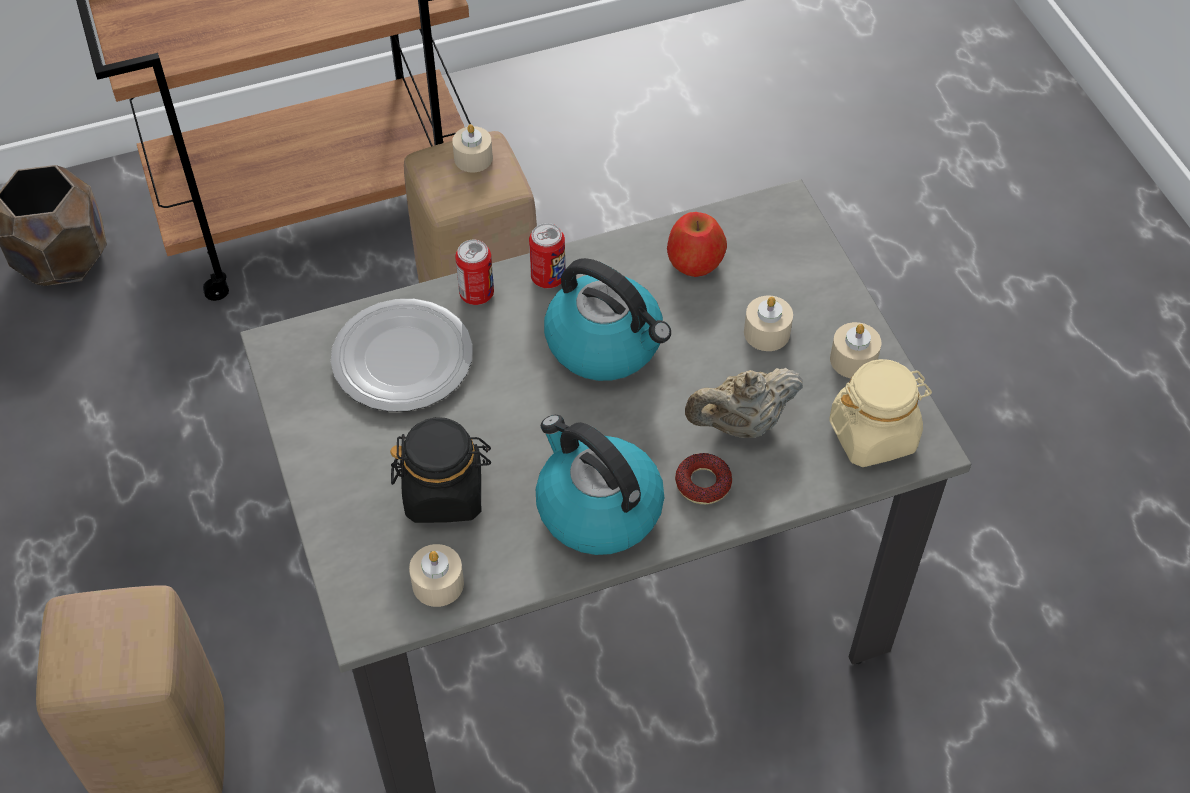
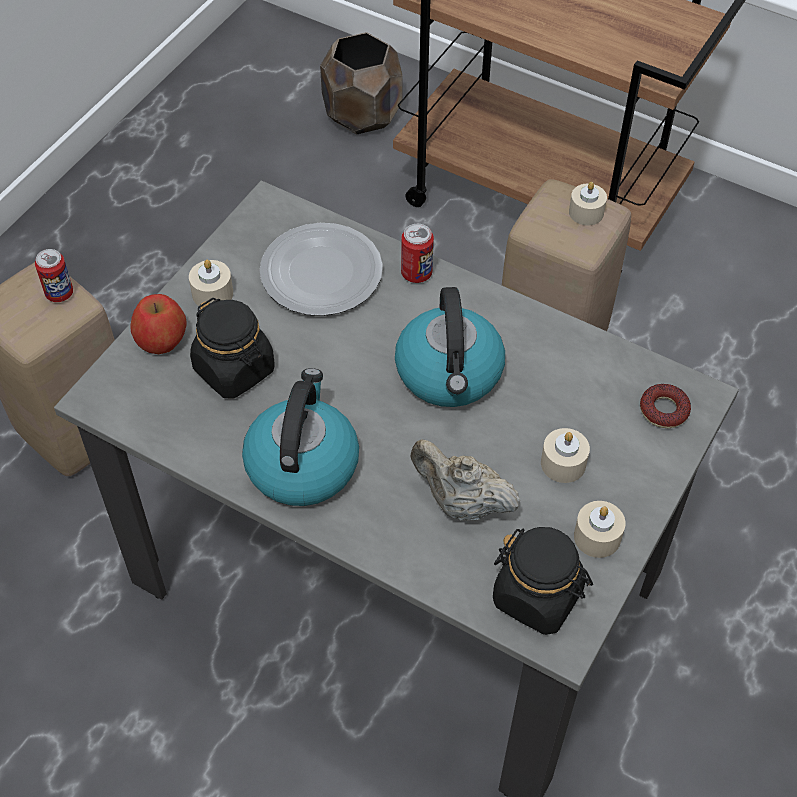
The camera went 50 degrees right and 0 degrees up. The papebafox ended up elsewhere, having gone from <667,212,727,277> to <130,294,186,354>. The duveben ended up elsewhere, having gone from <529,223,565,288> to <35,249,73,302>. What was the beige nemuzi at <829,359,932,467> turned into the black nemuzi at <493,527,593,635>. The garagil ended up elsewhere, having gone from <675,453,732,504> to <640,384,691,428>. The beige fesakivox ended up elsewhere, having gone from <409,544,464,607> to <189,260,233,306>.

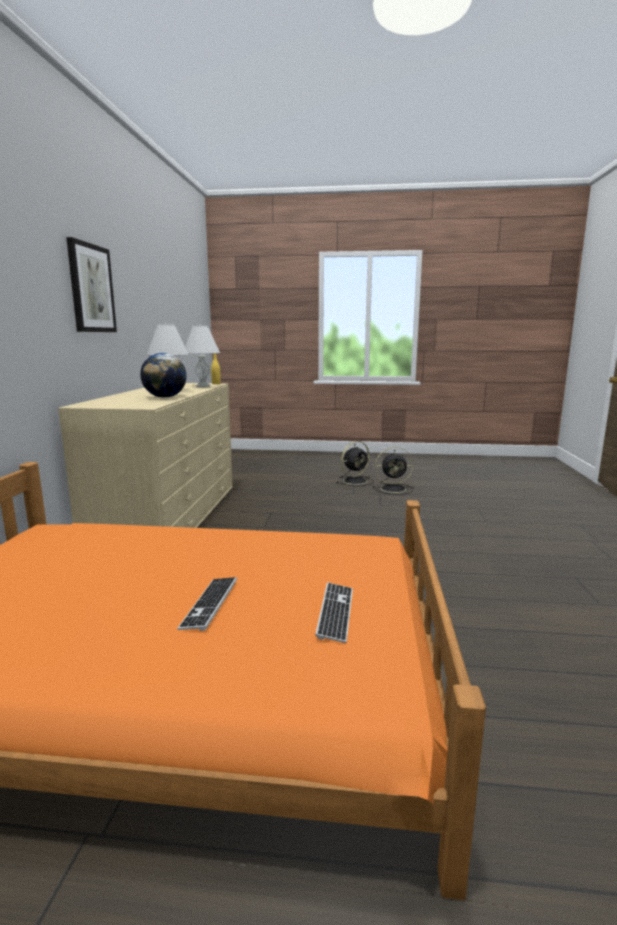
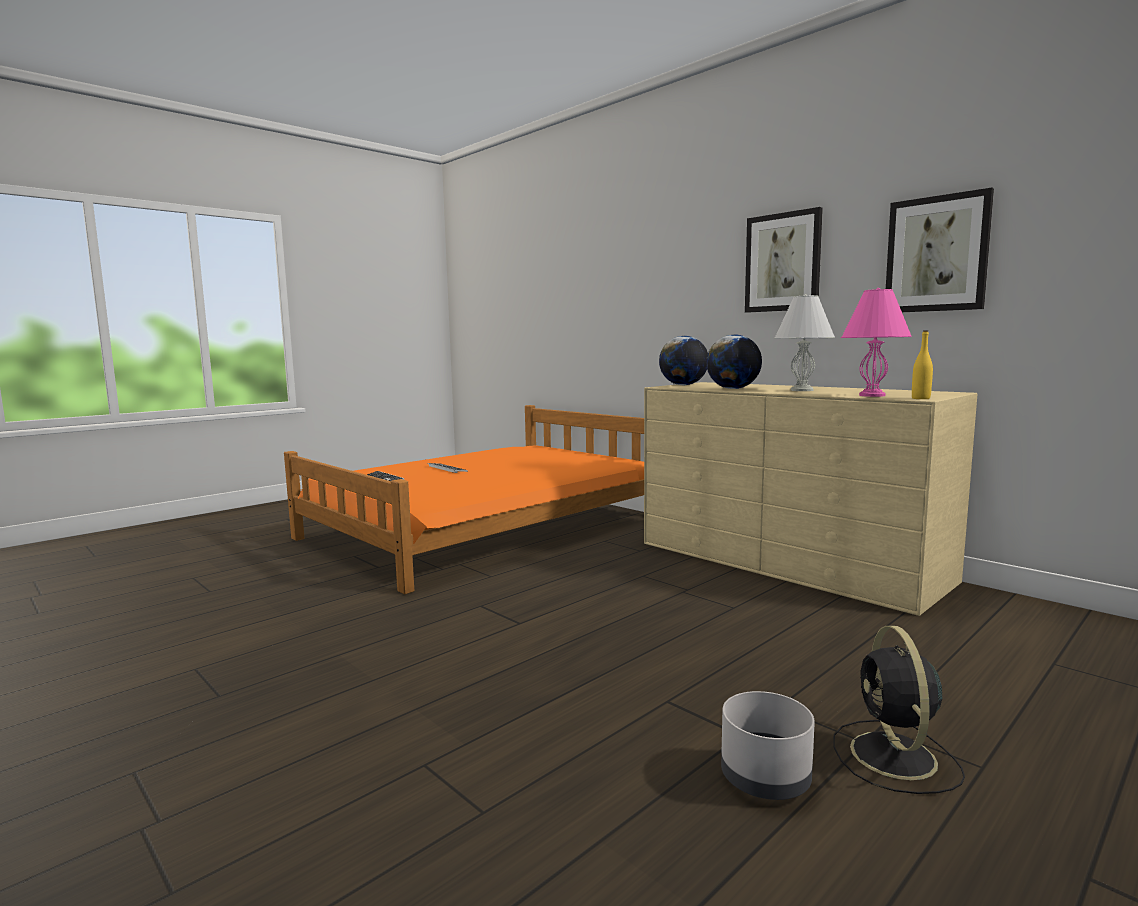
The camera went 130 degrees right and 5 degrees down. What was the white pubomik at <185,324,220,387> turned into the pink pubomik at <841,288,912,397>. Where the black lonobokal stood at <373,447,414,495>, the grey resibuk came to stand at <721,691,815,800>. The second view gained the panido at <886,188,994,312>. The second view gained the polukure at <659,336,708,385>.

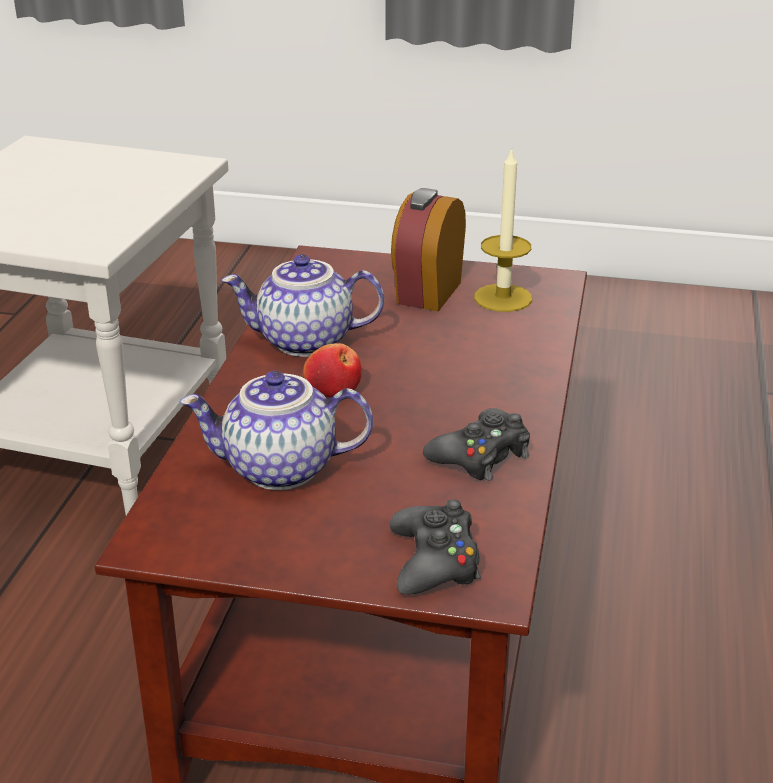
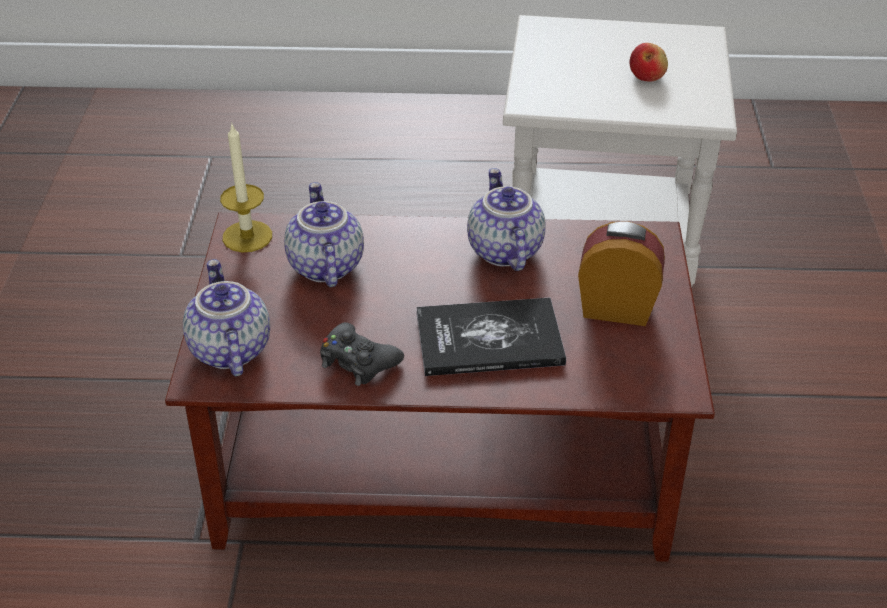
The camera went 80 degrees right and 10 degrees up. The fesakivox ended up elsewhere, having gone from <474,147,532,312> to <220,122,272,253>. The papebafox ended up elsewhere, having gone from <303,343,362,397> to <630,43,668,82>. Where the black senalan stood at <390,499,481,595>, the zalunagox came to stand at <183,259,270,376>. The second view gained the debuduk at <416,298,566,376>.

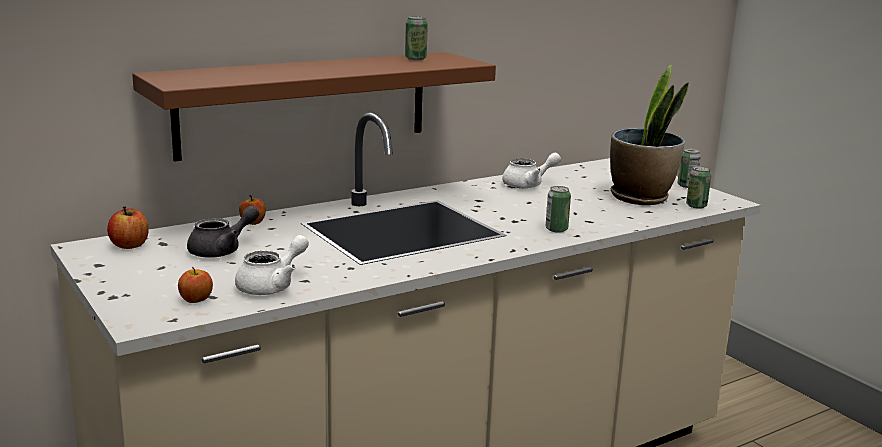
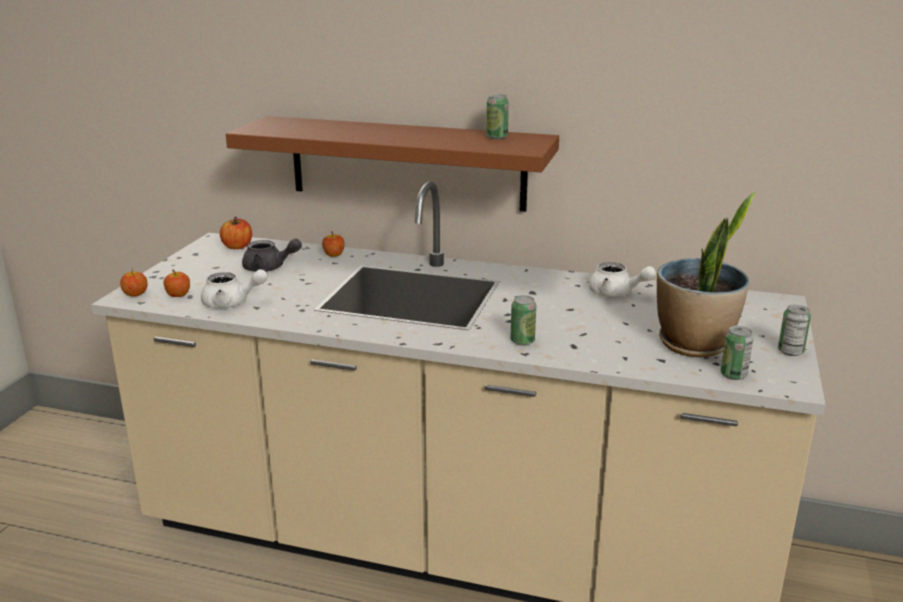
The camera went 50 degrees right and 5 degrees up. The second view gained the papebafox at <120,268,148,297>.

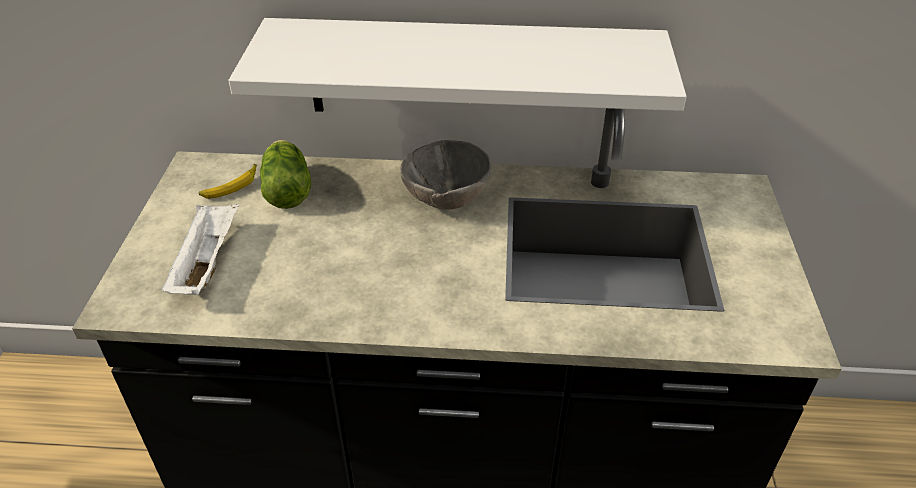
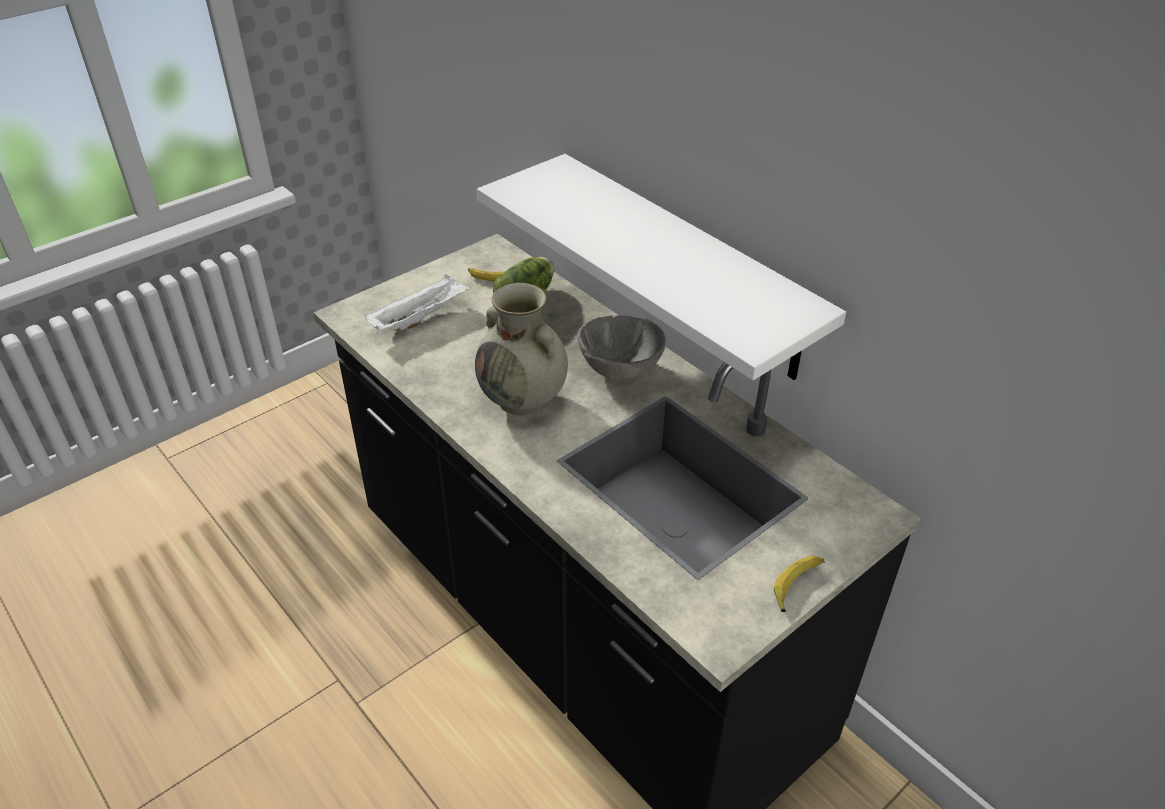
The camera went 45 degrees right and 0 degrees up. The second view gained the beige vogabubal at <475,283,568,415>. The second view gained the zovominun at <773,555,825,612>.

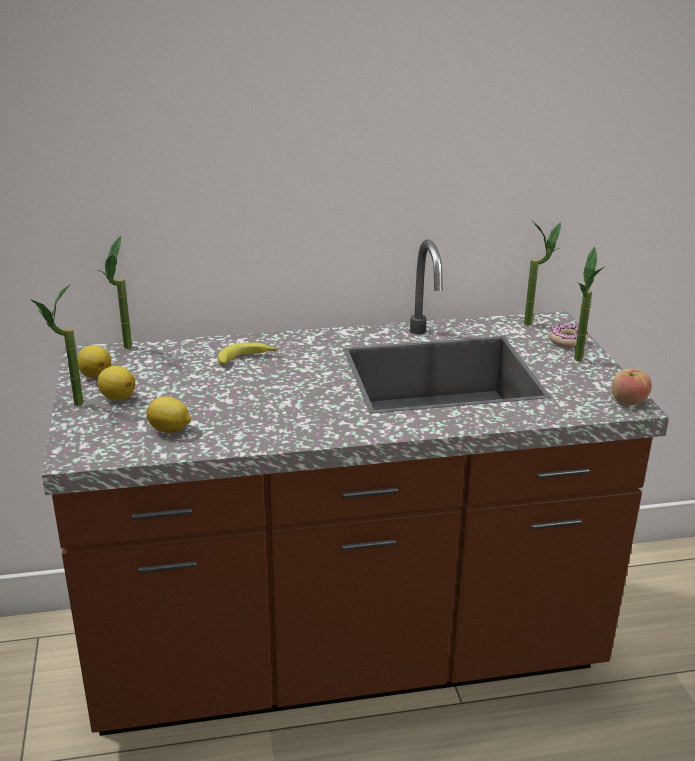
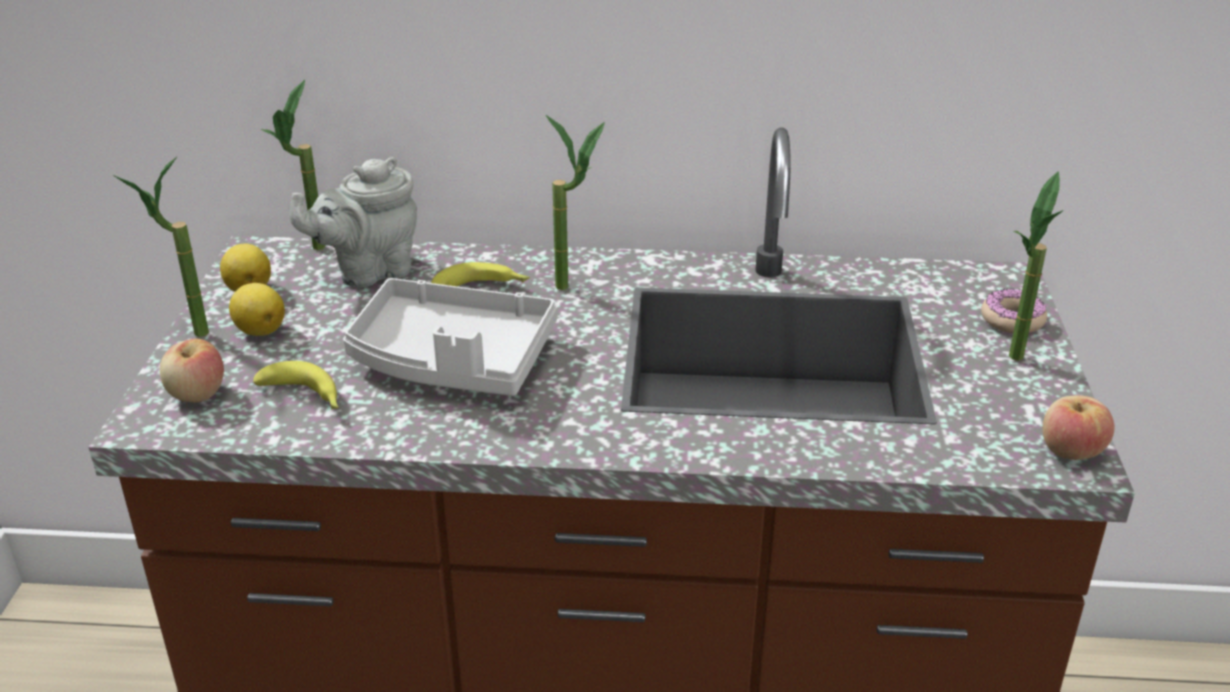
The camera went 15 degrees right and 5 degrees up. The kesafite ended up elsewhere, having gone from <524,222,561,326> to <546,115,605,290>. Where the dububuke stood at <147,396,191,433>, the zovominun came to stand at <253,361,339,410>. The second view gained the grey zalunagox at <290,157,417,287>. The second view gained the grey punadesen at <343,278,558,396>. The second view gained the papebafox at <160,339,224,402>.

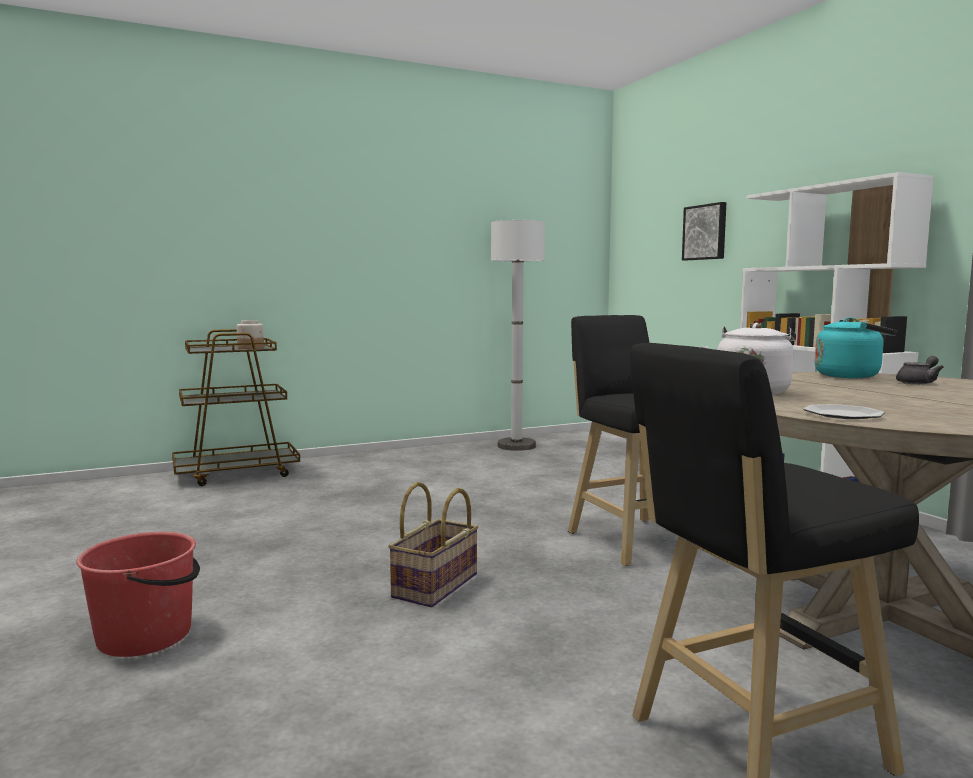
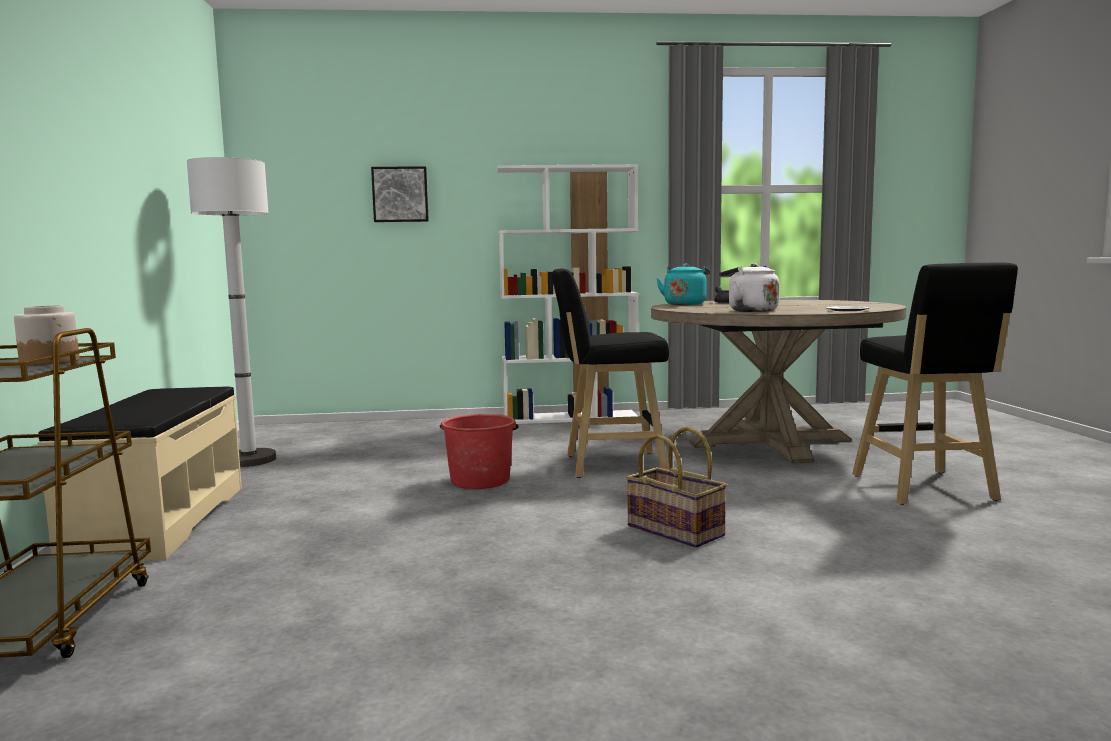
The camera went 70 degrees left and 0 degrees up. The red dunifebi ended up elsewhere, having gone from <76,532,200,657> to <440,414,518,489>. The second view gained the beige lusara at <37,387,242,561>.

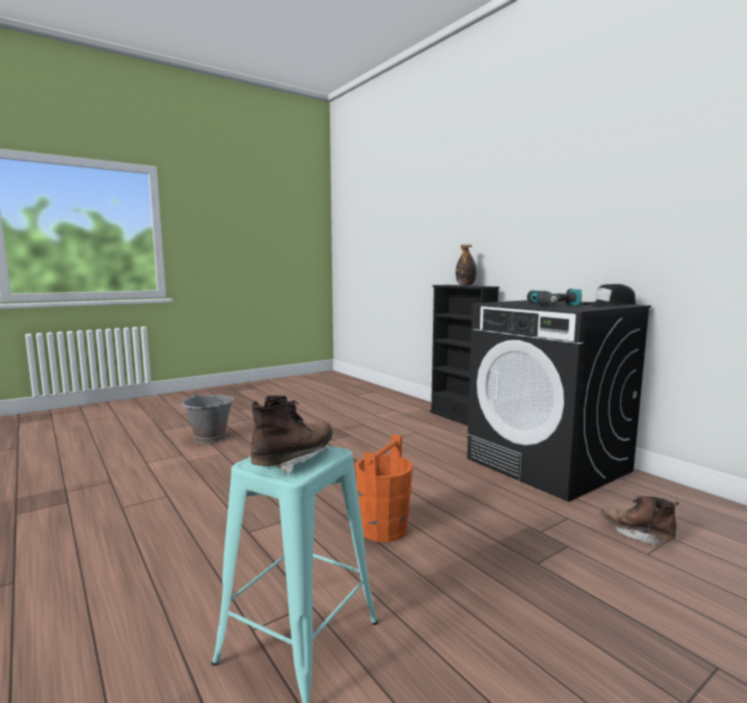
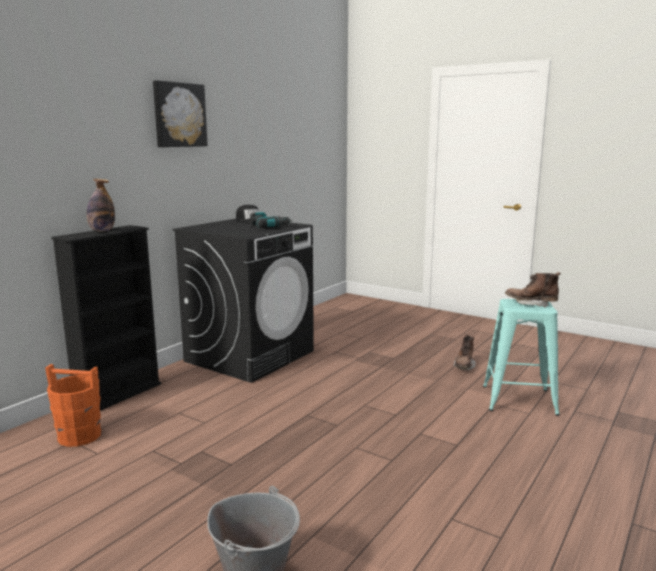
The camera went 110 degrees left and 5 degrees up. The orange dunifebi ended up elsewhere, having gone from <355,434,413,542> to <45,364,101,447>. The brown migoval ended up elsewhere, having gone from <600,496,679,546> to <453,334,476,370>. The second view gained the panido at <153,80,208,147>.

